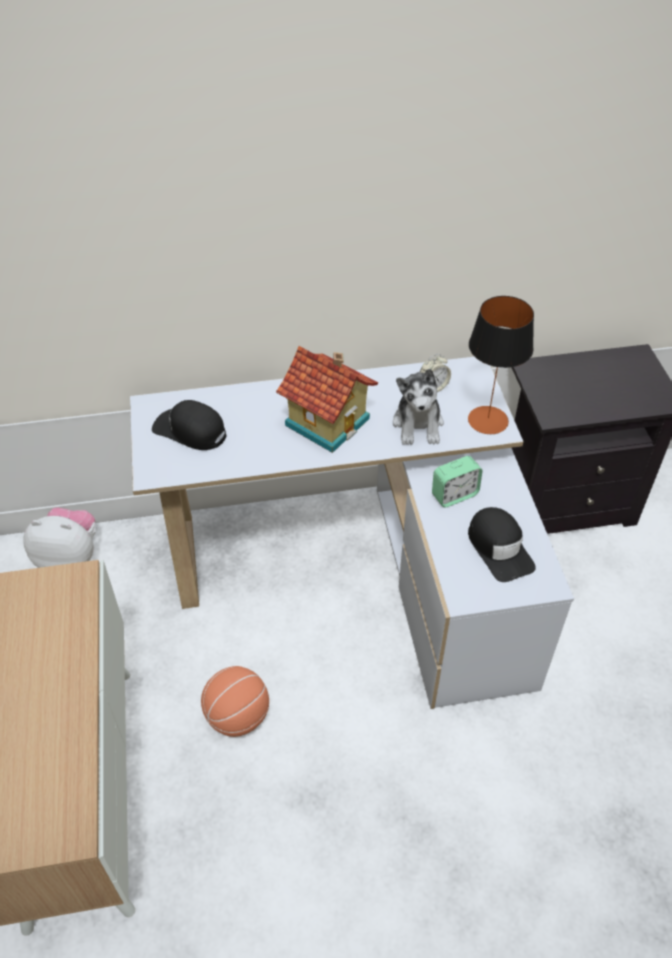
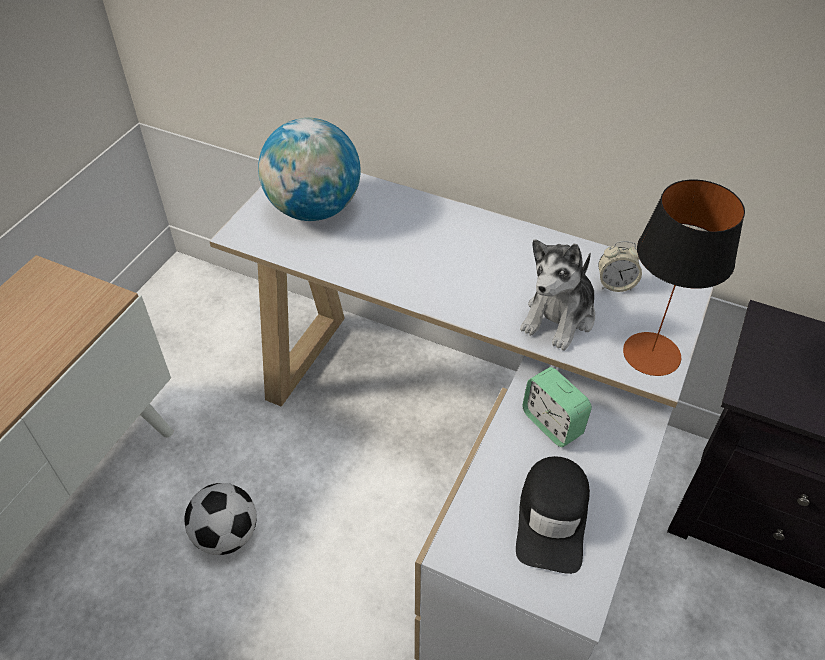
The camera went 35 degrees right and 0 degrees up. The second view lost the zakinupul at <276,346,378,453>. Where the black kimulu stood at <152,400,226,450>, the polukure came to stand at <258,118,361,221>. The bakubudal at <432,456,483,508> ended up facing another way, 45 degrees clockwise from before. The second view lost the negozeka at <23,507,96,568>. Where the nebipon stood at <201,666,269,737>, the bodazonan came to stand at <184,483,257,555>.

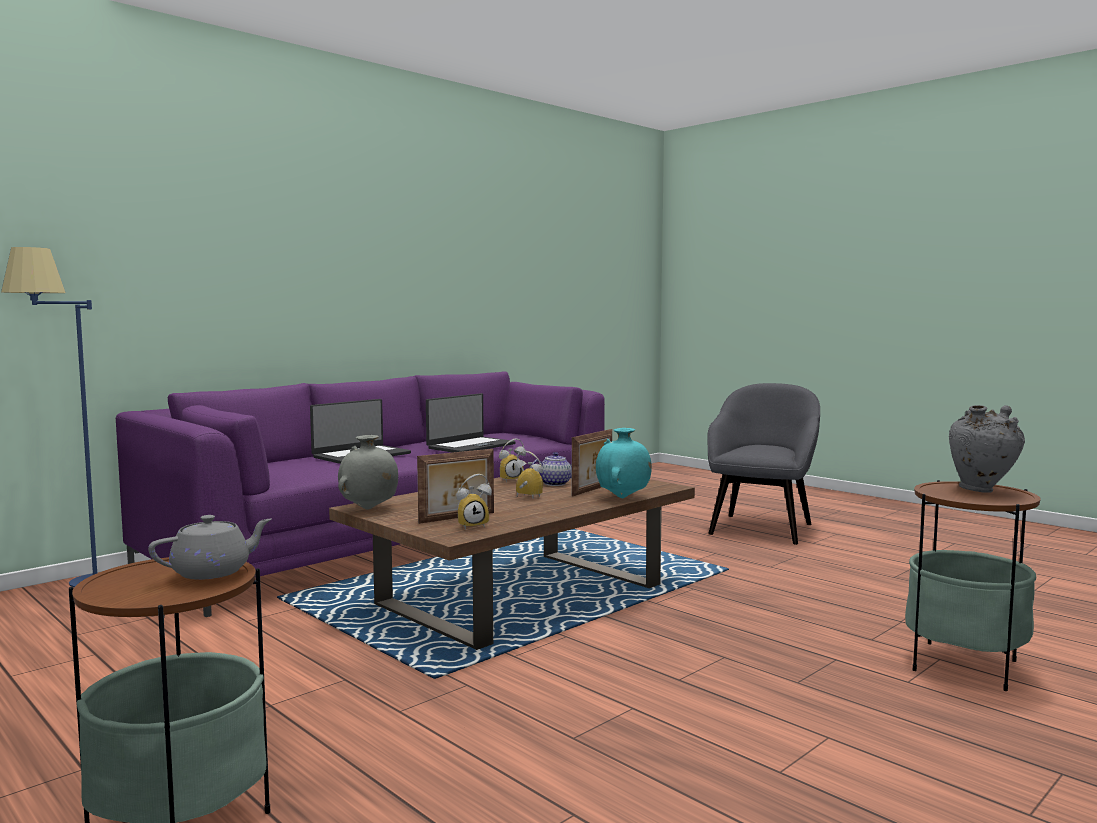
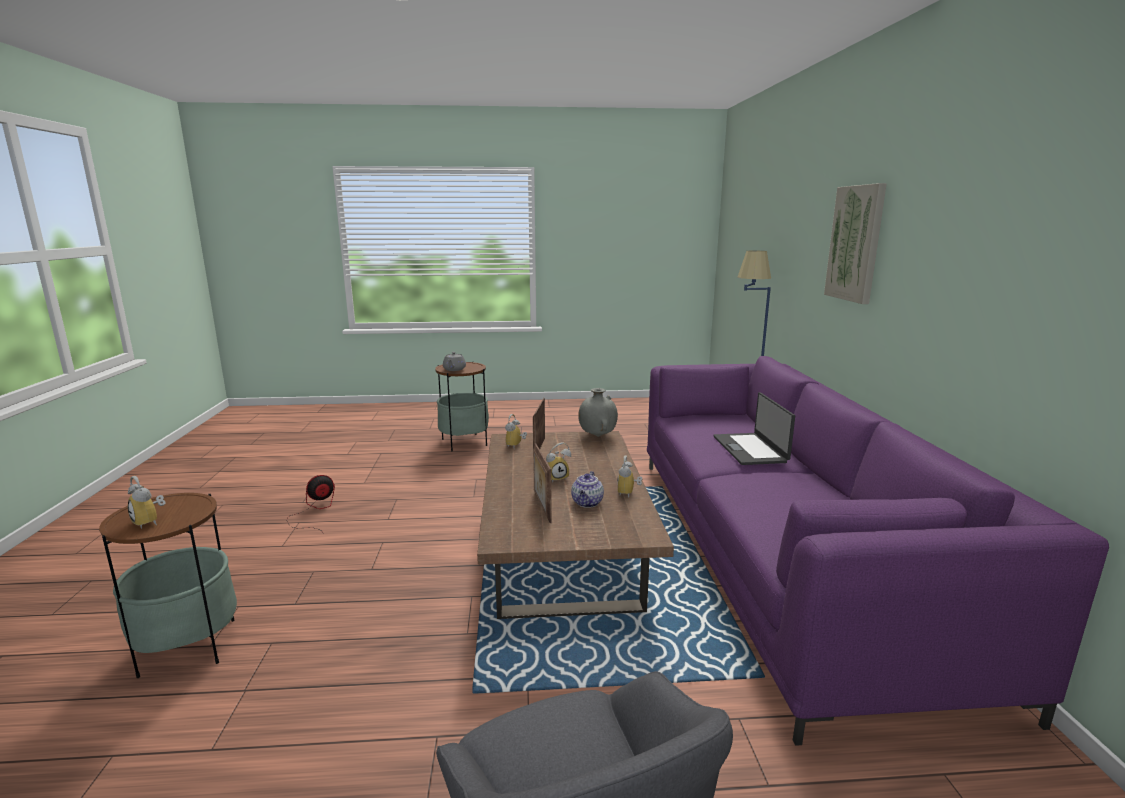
The camera went 130 degrees right and 10 degrees up. The second view lost the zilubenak at <426,393,516,452>. Where the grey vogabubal stood at <949,405,1025,493>, the bakubudal came to stand at <128,476,166,529>. The second view lost the turquoise vogabubal at <596,428,652,498>. The second view gained the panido at <824,183,887,304>. The second view gained the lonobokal at <286,475,335,534>.

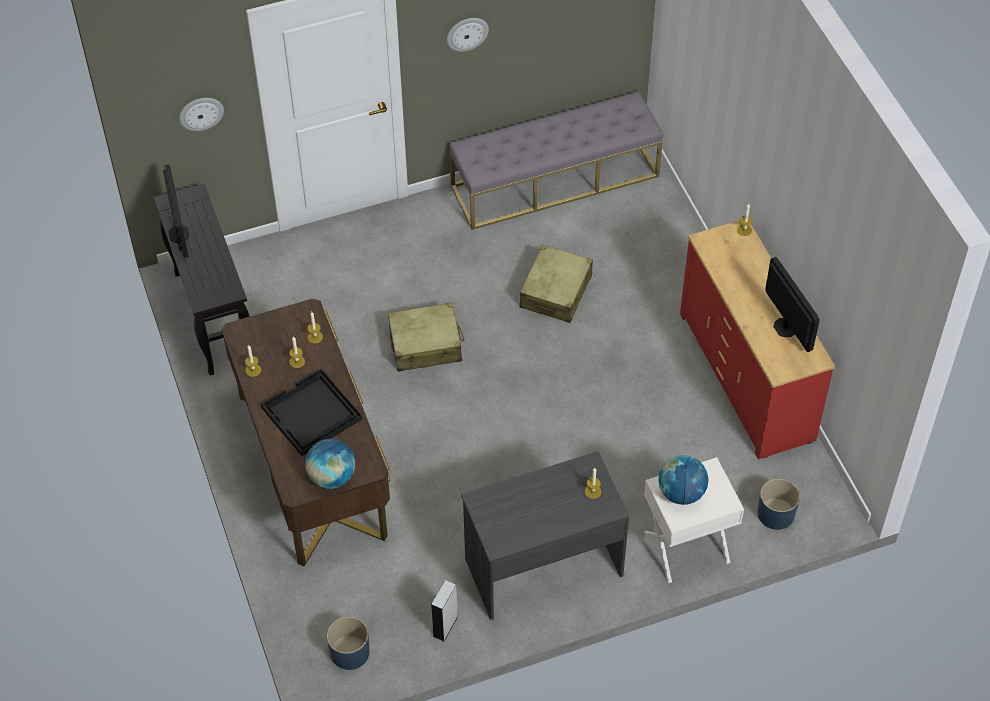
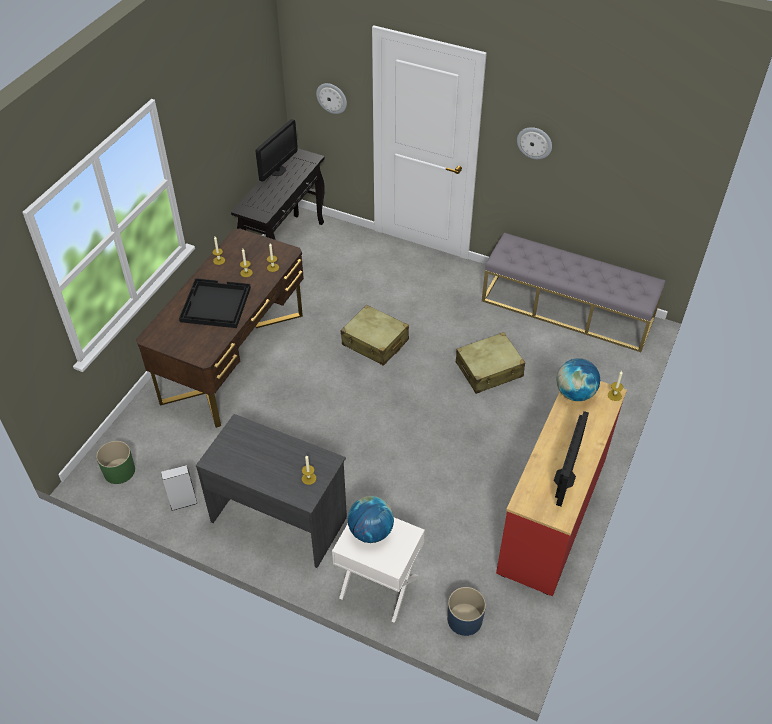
The camera went 45 degrees right and 5 degrees down. The polukure ended up elsewhere, having gone from <305,439,355,489> to <556,358,600,401>. What was the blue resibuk at <327,617,370,670> turned into the green resibuk at <96,441,135,484>.

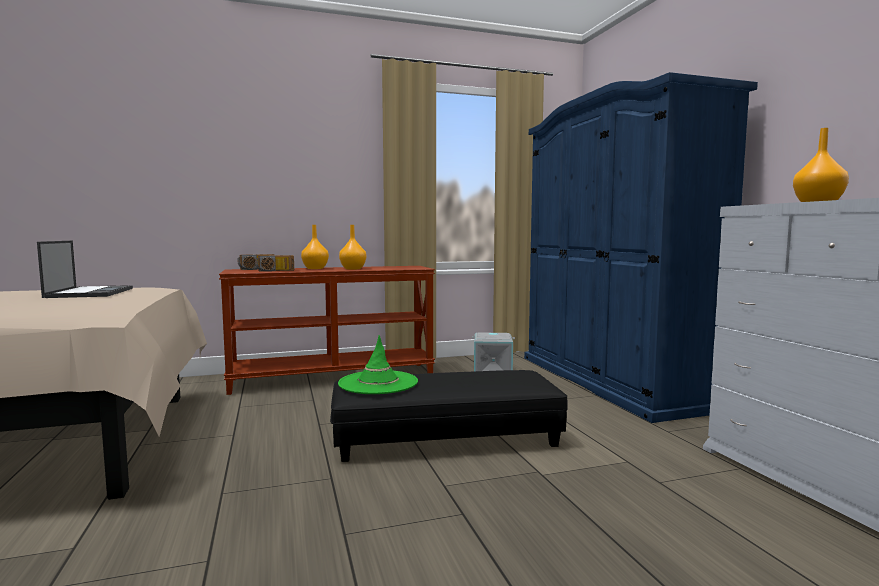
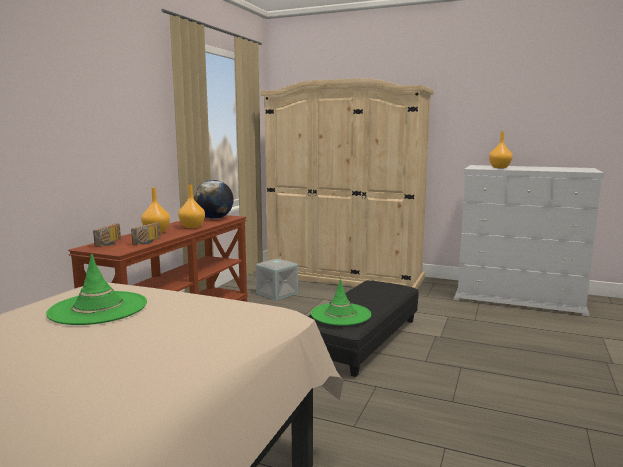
The camera went 50 degrees left and 5 degrees up. What was the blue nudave at <524,72,758,423> turned into the beige nudave at <261,78,434,289>. Where the zilubenak stood at <37,241,133,298>, the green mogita came to stand at <46,253,147,325>. The second view gained the polukure at <194,180,234,219>.

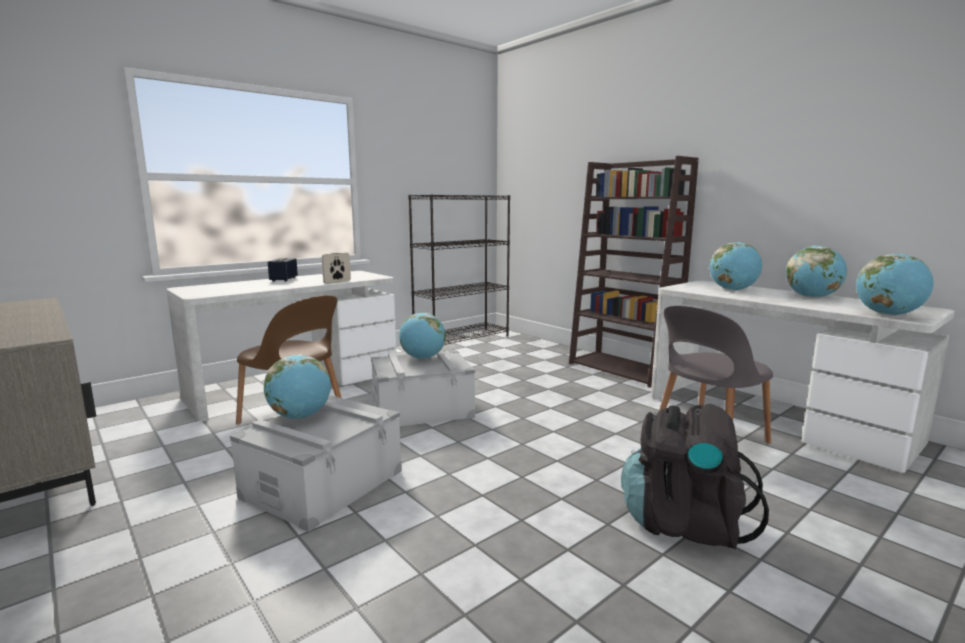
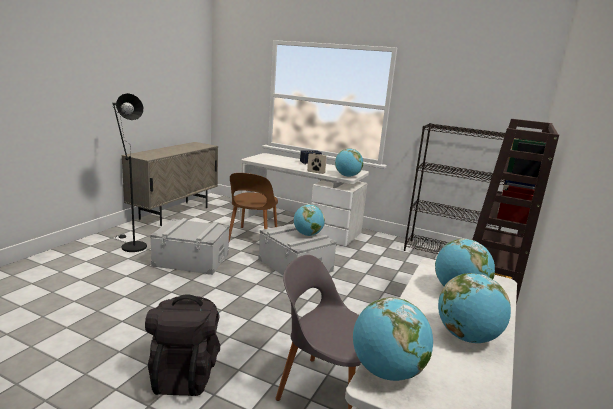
The camera went 65 degrees right and 5 degrees up. The polukure ended up elsewhere, having gone from <264,354,331,419> to <335,148,363,177>. The second view gained the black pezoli at <112,93,147,252>.

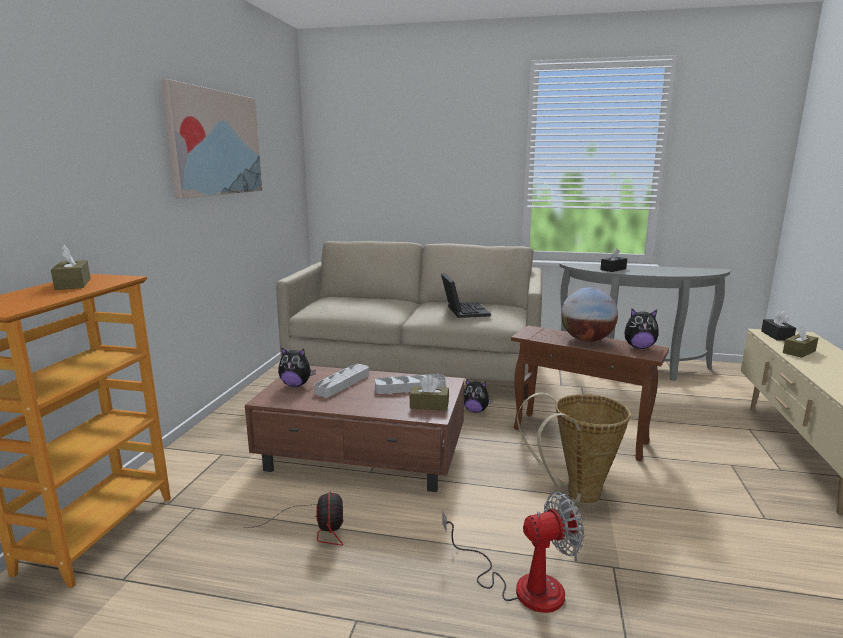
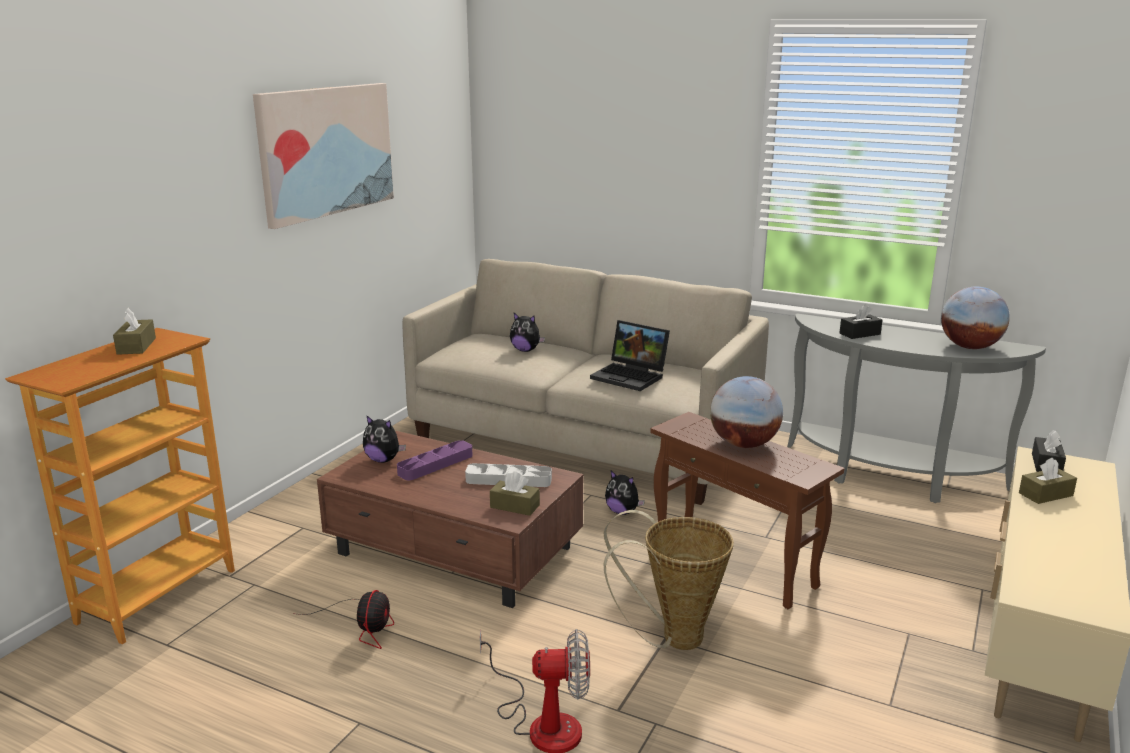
The camera went 15 degrees right and 5 degrees up. The zilubenak at <441,273,491,318> ended up facing another way, 120 degrees clockwise from before. The negozeka ended up elsewhere, having gone from <624,309,659,349> to <510,313,545,352>. What was the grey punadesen at <314,364,369,397> turned into the purple punadesen at <397,440,473,480>. The second view gained the polukure at <941,286,1010,349>.

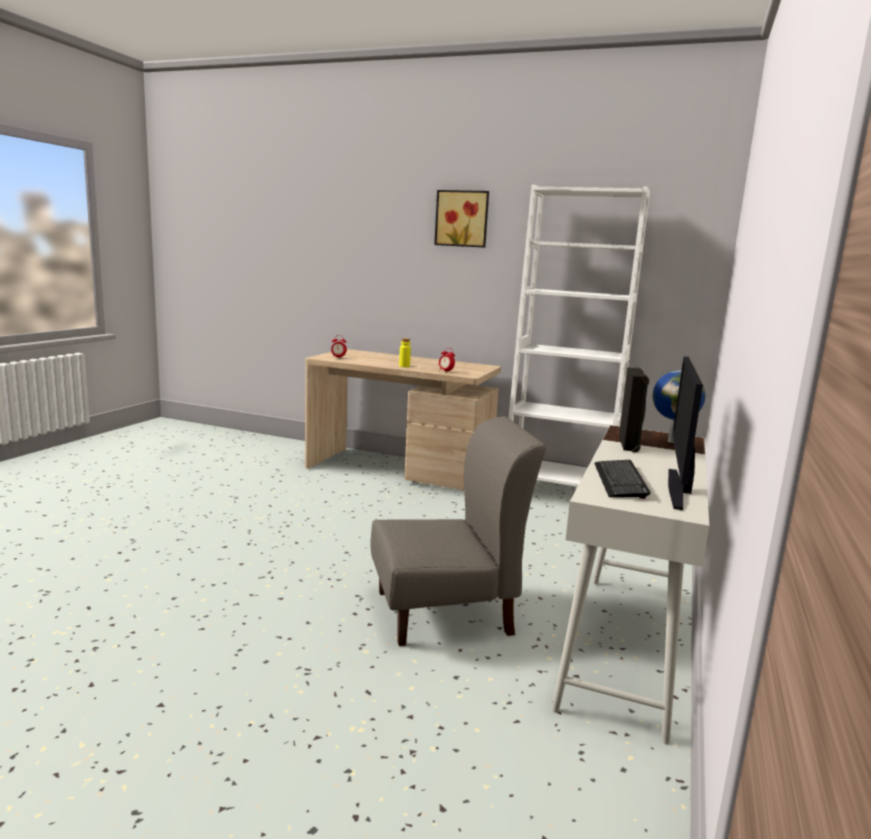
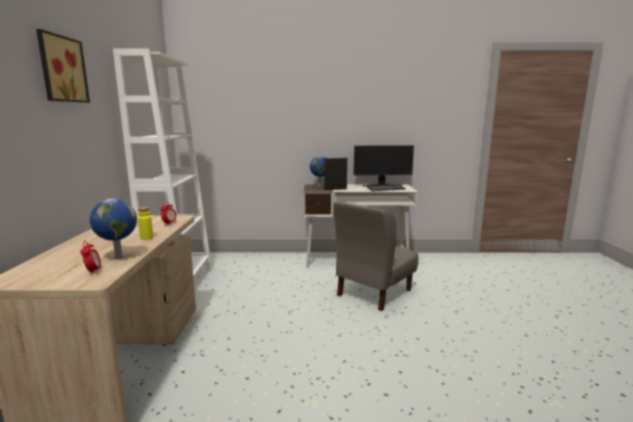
The camera went 110 degrees left and 0 degrees up. The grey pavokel at <370,416,546,646> ended up facing another way, 105 degrees counterclockwise from before. The second view gained the polukure at <90,198,137,259>.

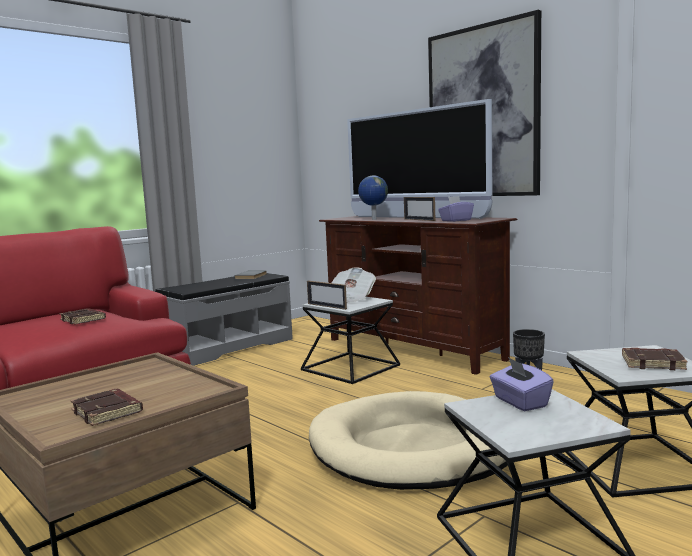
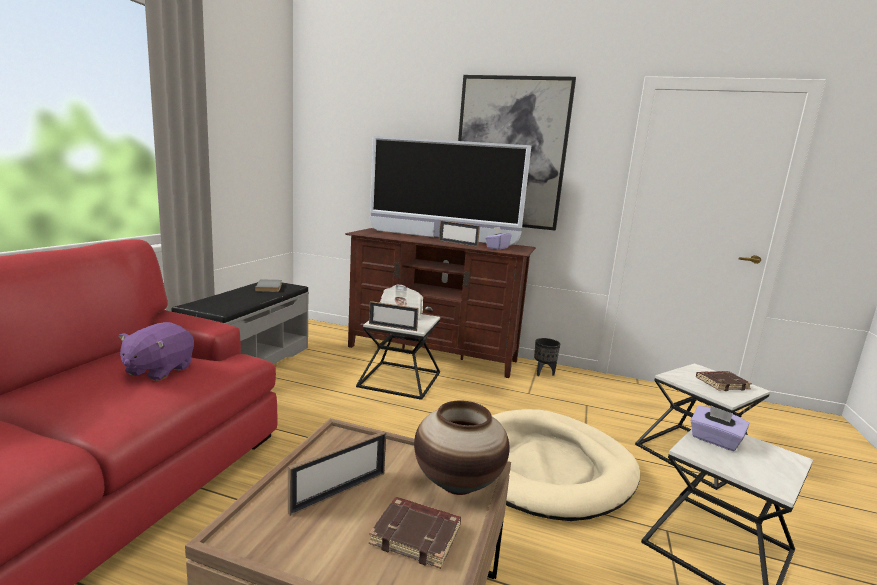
The camera went 30 degrees left and 5 degrees up. The second view lost the polukure at <358,175,388,220>. Where the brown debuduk stood at <59,308,106,324>, the purple negozeka came to stand at <118,322,194,381>. The second view gained the vogabubal at <414,400,510,495>. The second view gained the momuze at <288,431,386,516>.

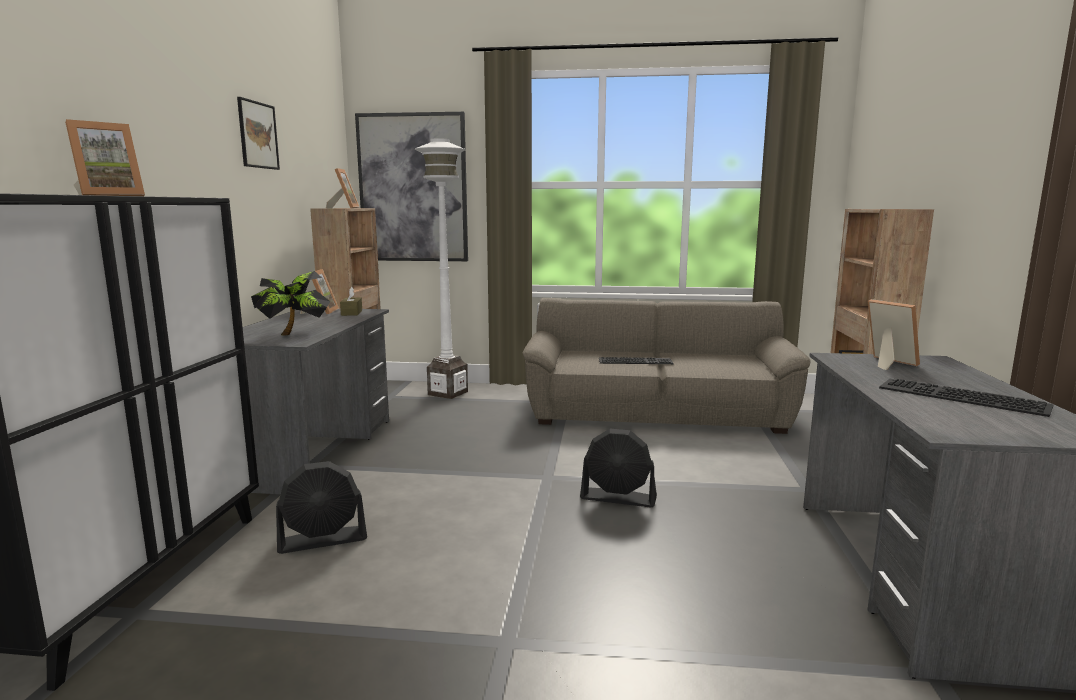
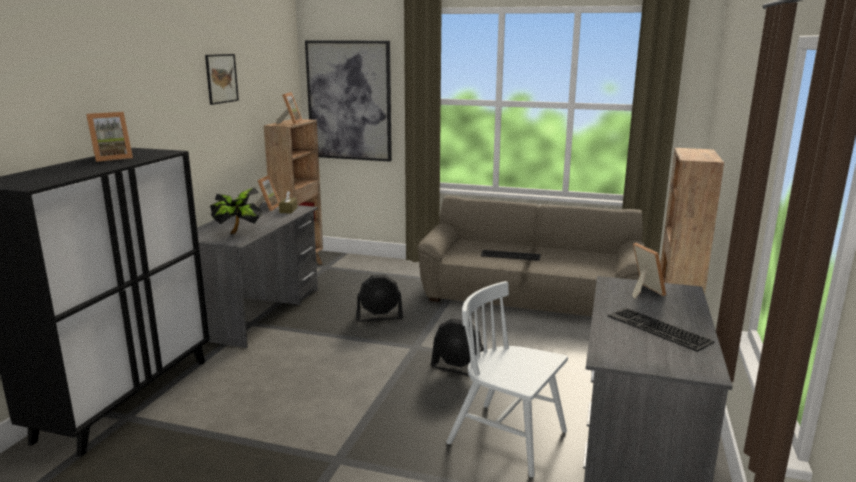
The camera went 10 degrees right and 5 degrees up. The second view lost the white pezoli at <415,138,468,399>. The black lonobokal ended up elsewhere, having gone from <276,461,367,554> to <356,275,403,322>. The second view gained the white pavokel at <446,281,568,477>.

